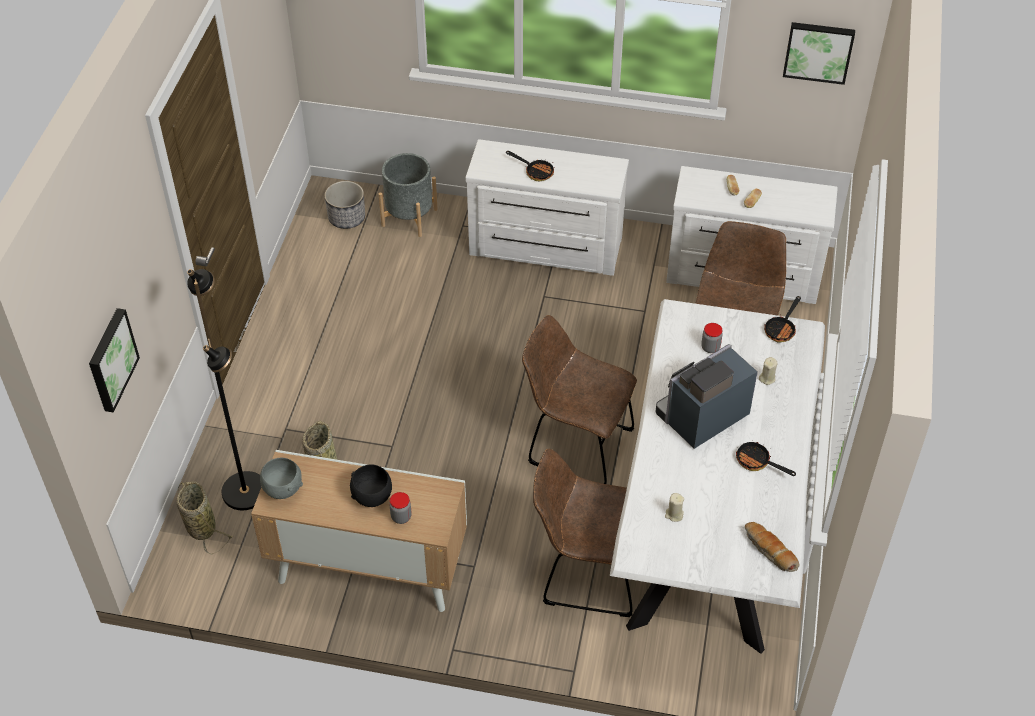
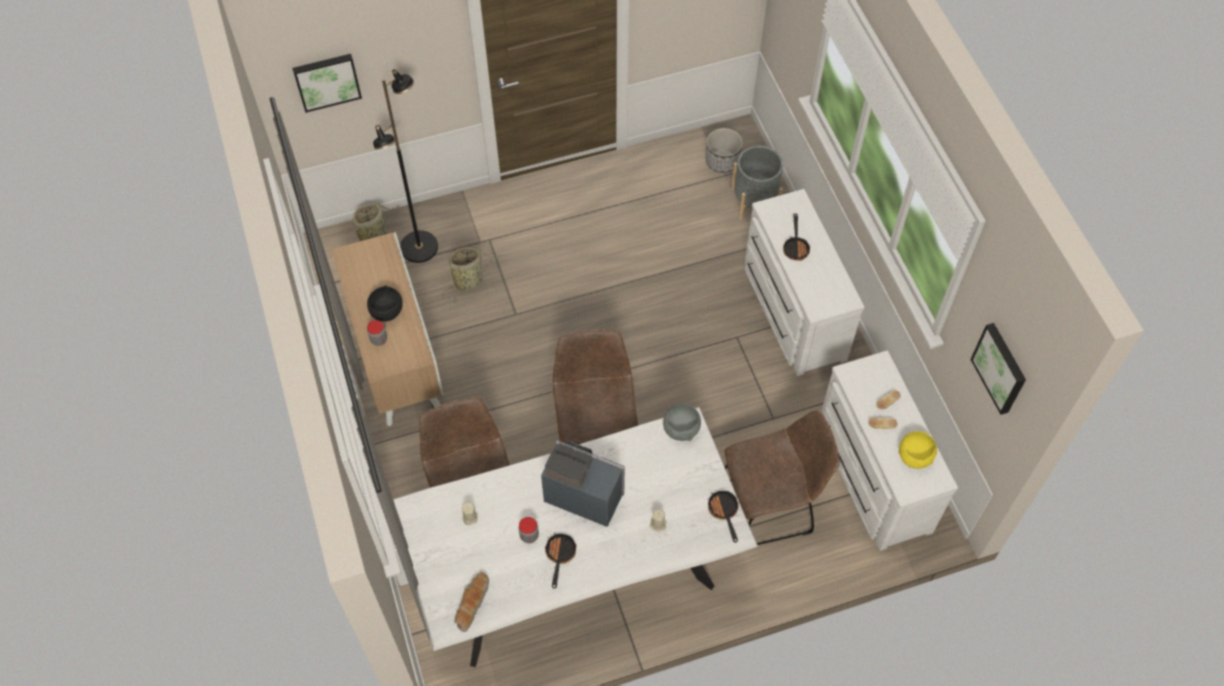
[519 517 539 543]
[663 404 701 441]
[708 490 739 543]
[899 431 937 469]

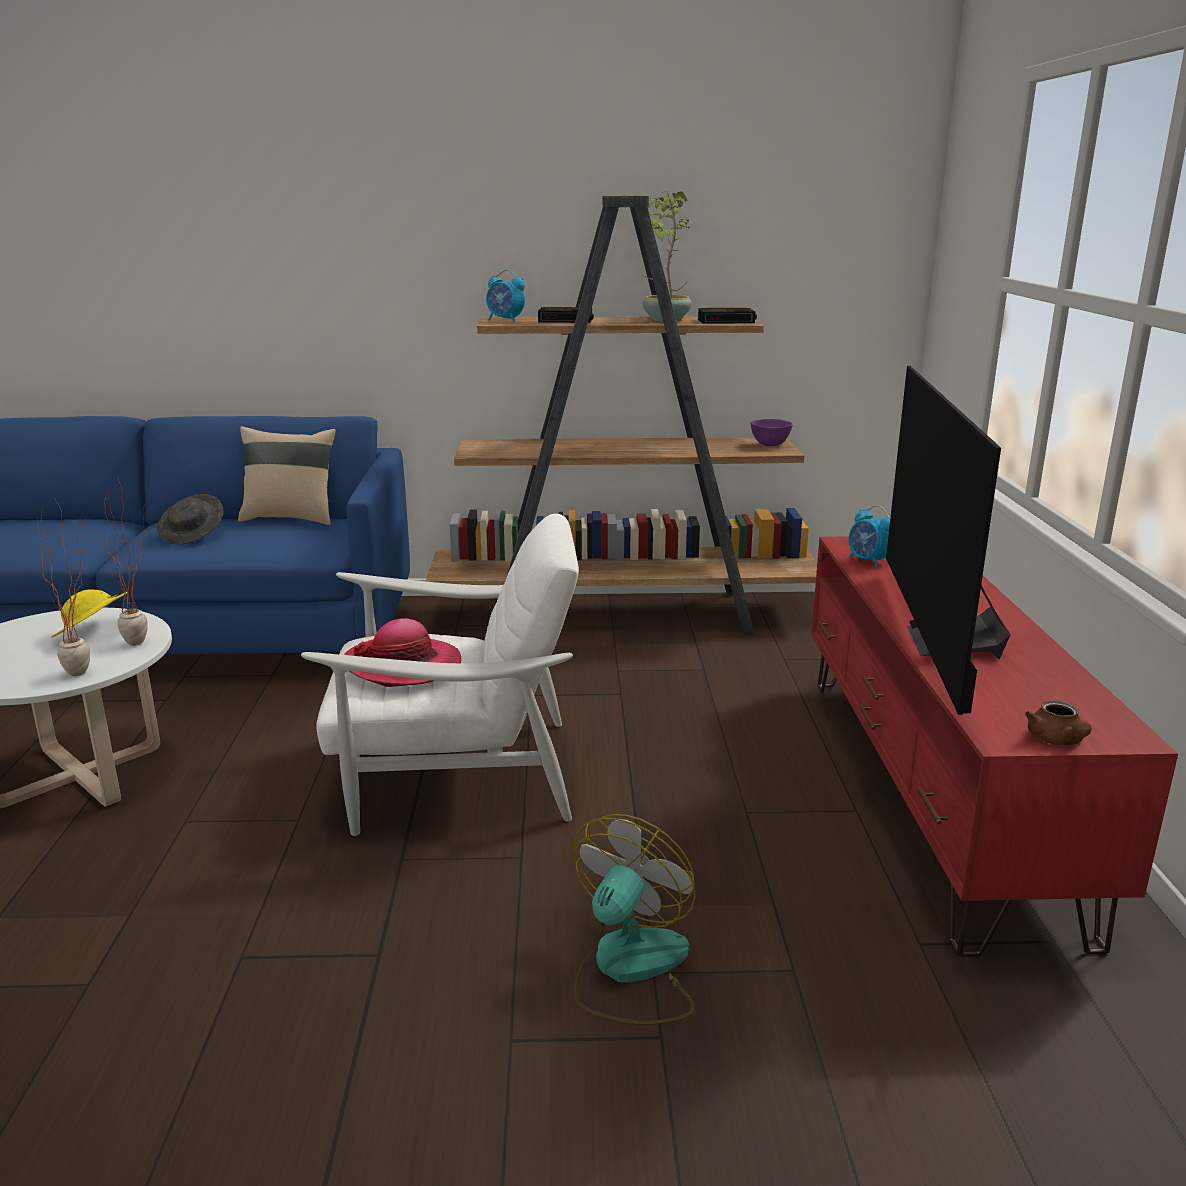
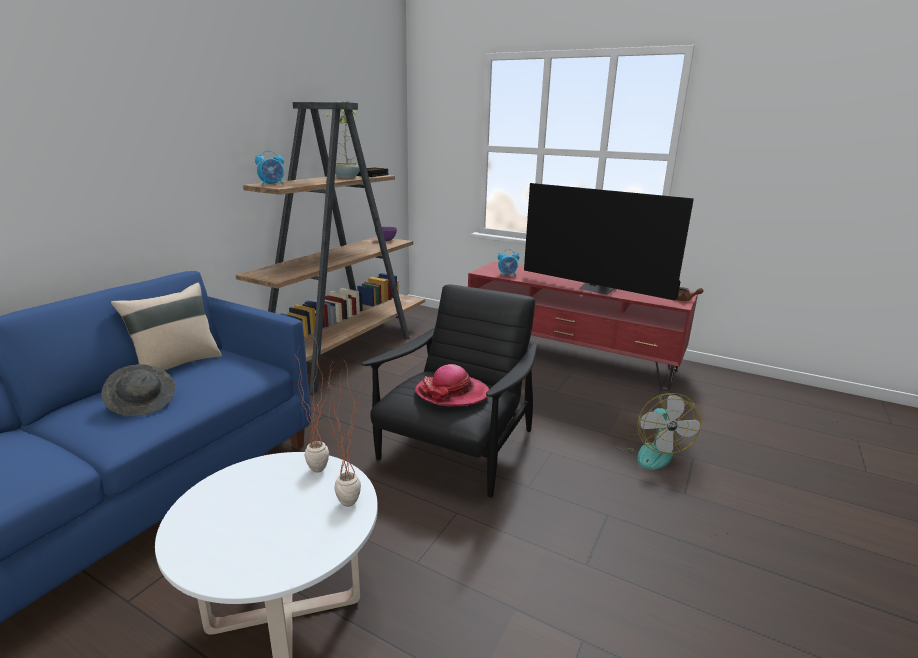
[361 284 537 497]
[613 393 701 470]
[51 589 127 638] (first image)
[538 307 594 323] (first image)

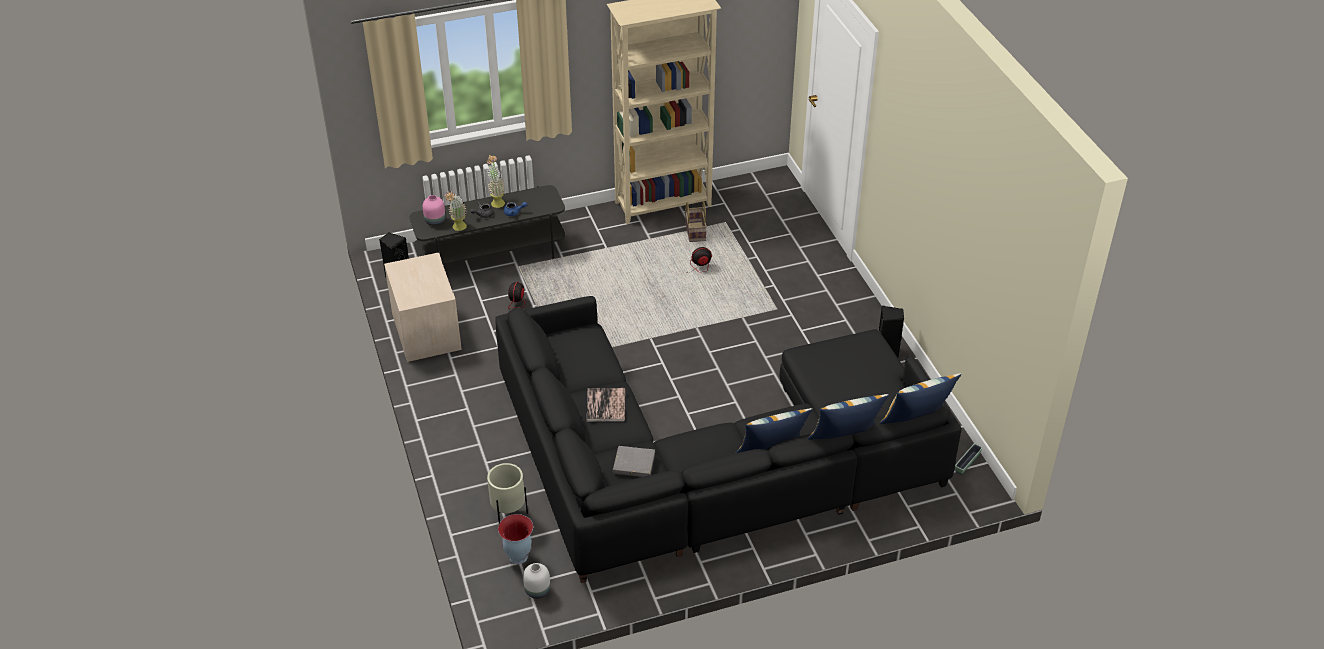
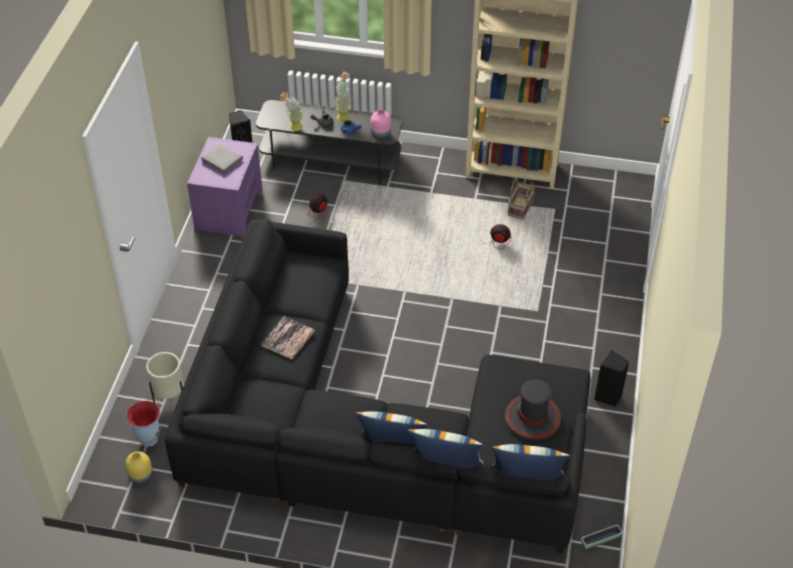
[125 451 153 484]
[187 137 263 236]
[201 143 243 173]
[370 109 391 139]
[505 379 561 440]

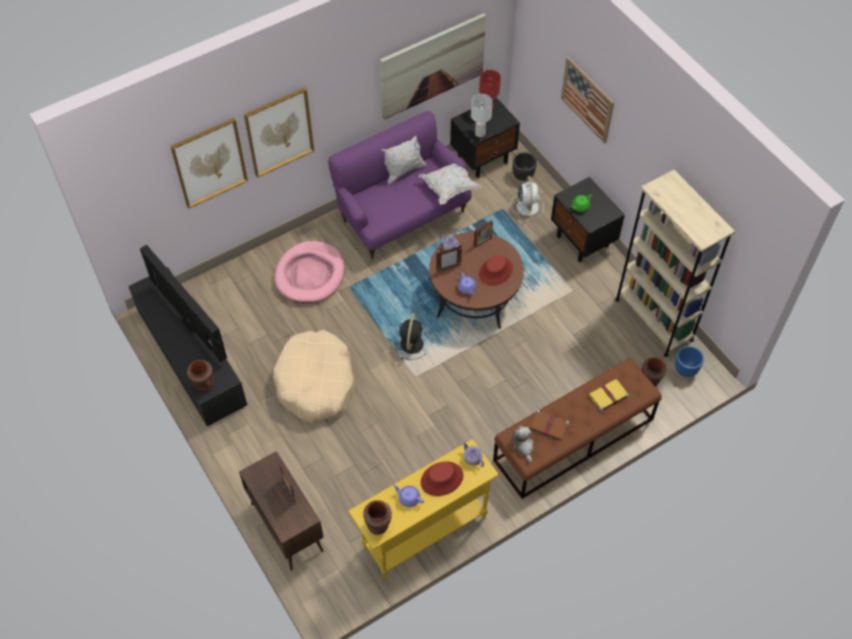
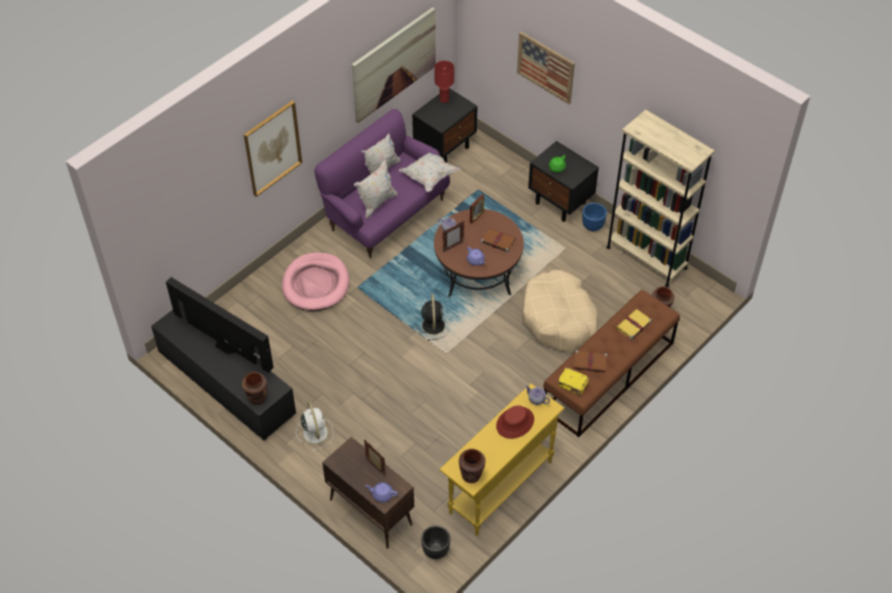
[296 401 334 451]
[354 159 398 219]
[365 482 398 502]
[421 525 450 559]
[480 228 516 253]
[522 270 598 352]
[558 367 589 396]
[582 203 607 231]
[170 118 248 209] (first image)
[471 94 493 137] (first image)

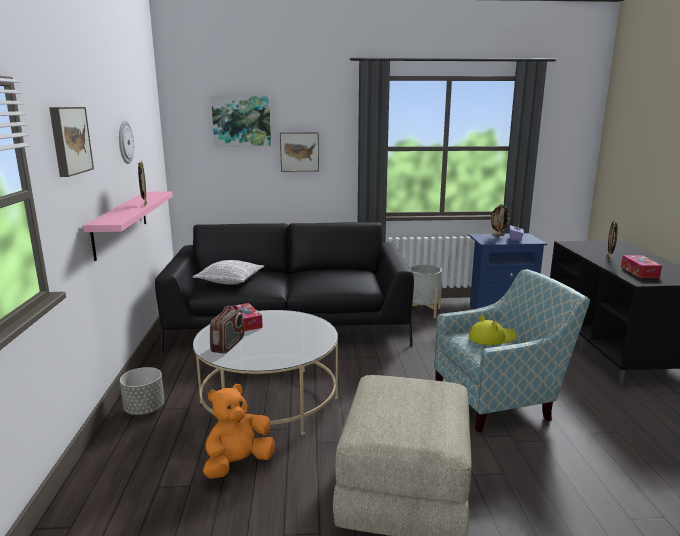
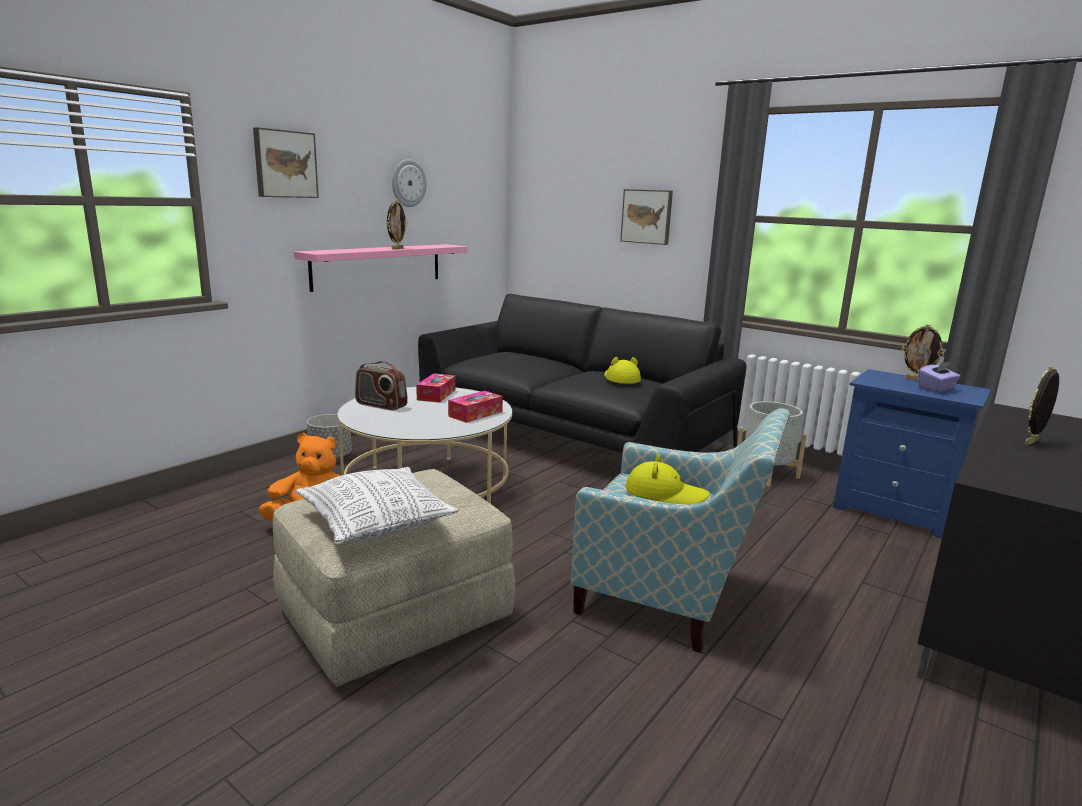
[296 467 458 544]
[355 361 408 411]
[448 391 503 423]
[604 357 641 384]
[211 96 271 147] (first image)

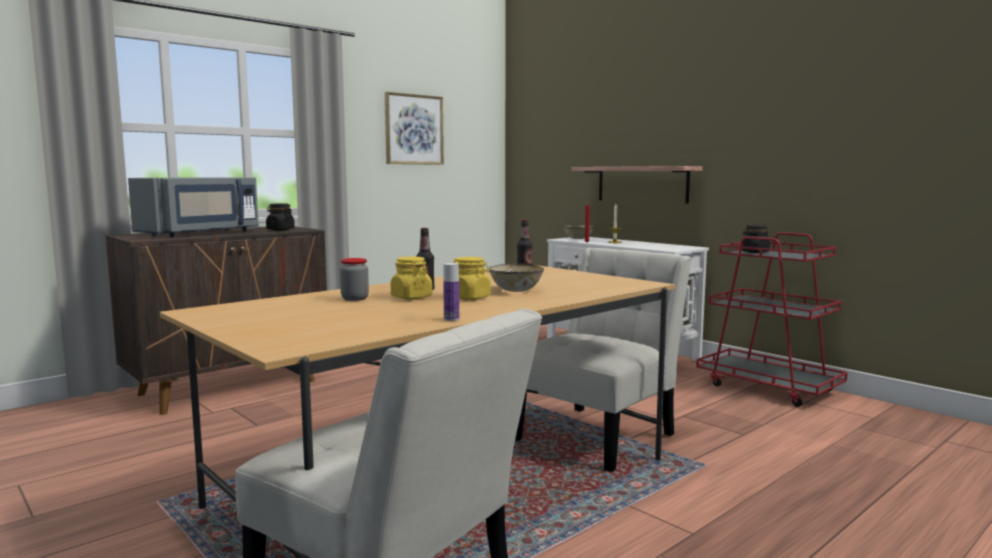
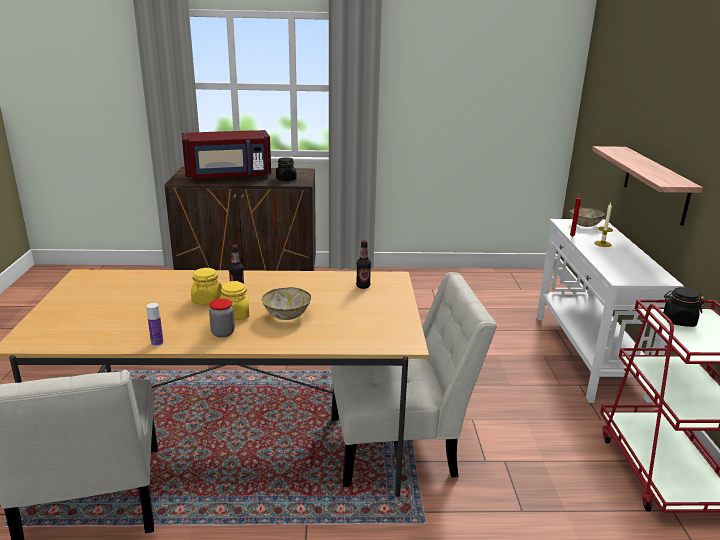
[182 130 271 181]
[209 298 235 338]
[385 92 444 165] (first image)

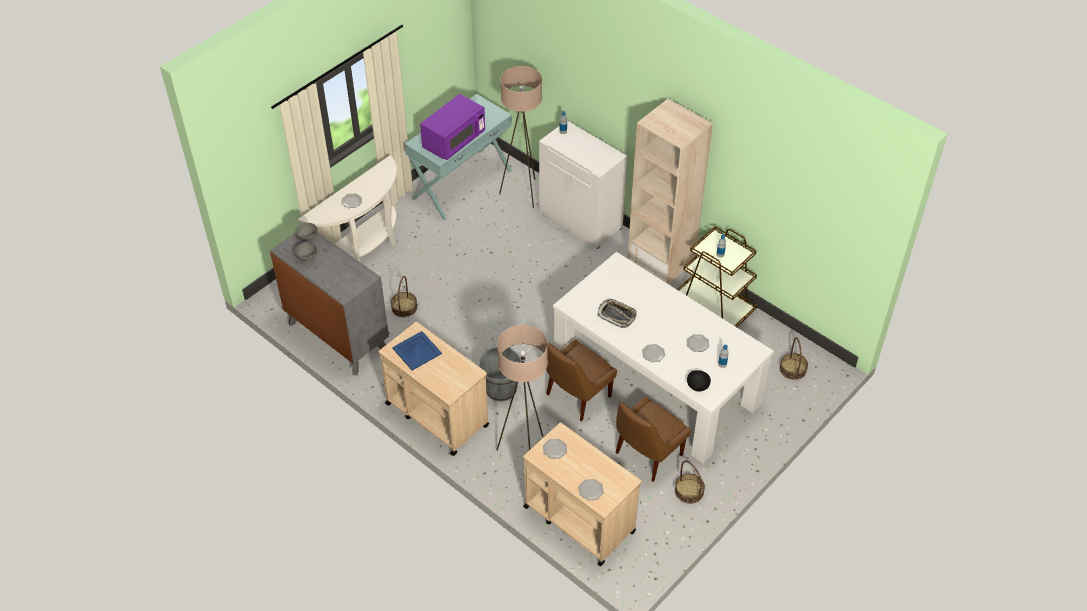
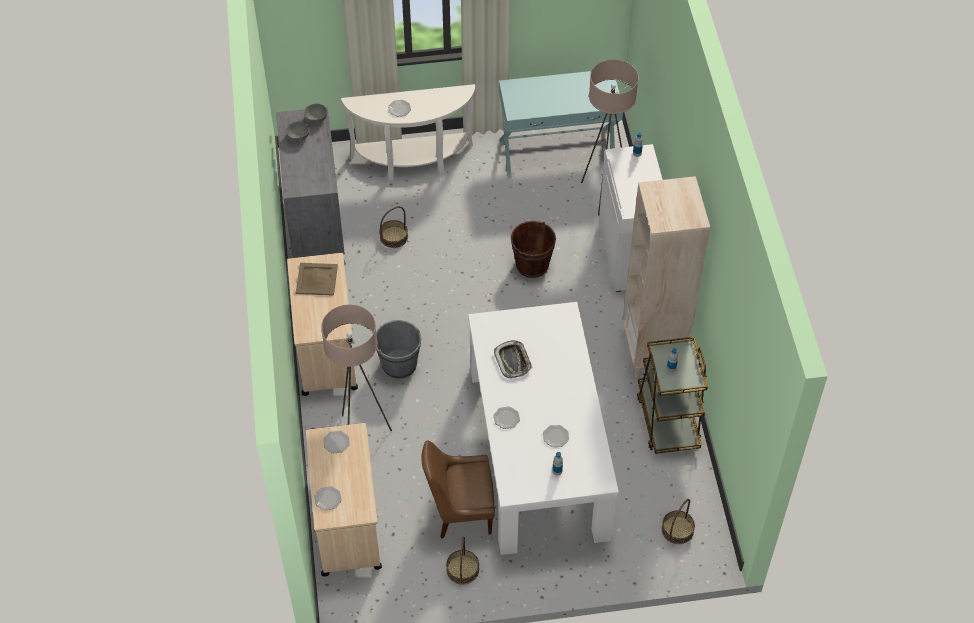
[296 263 338 296]
[511 221 556 278]
[420 94 485 160] (first image)
[546 340 617 421] (first image)
[687 370 711 391] (first image)

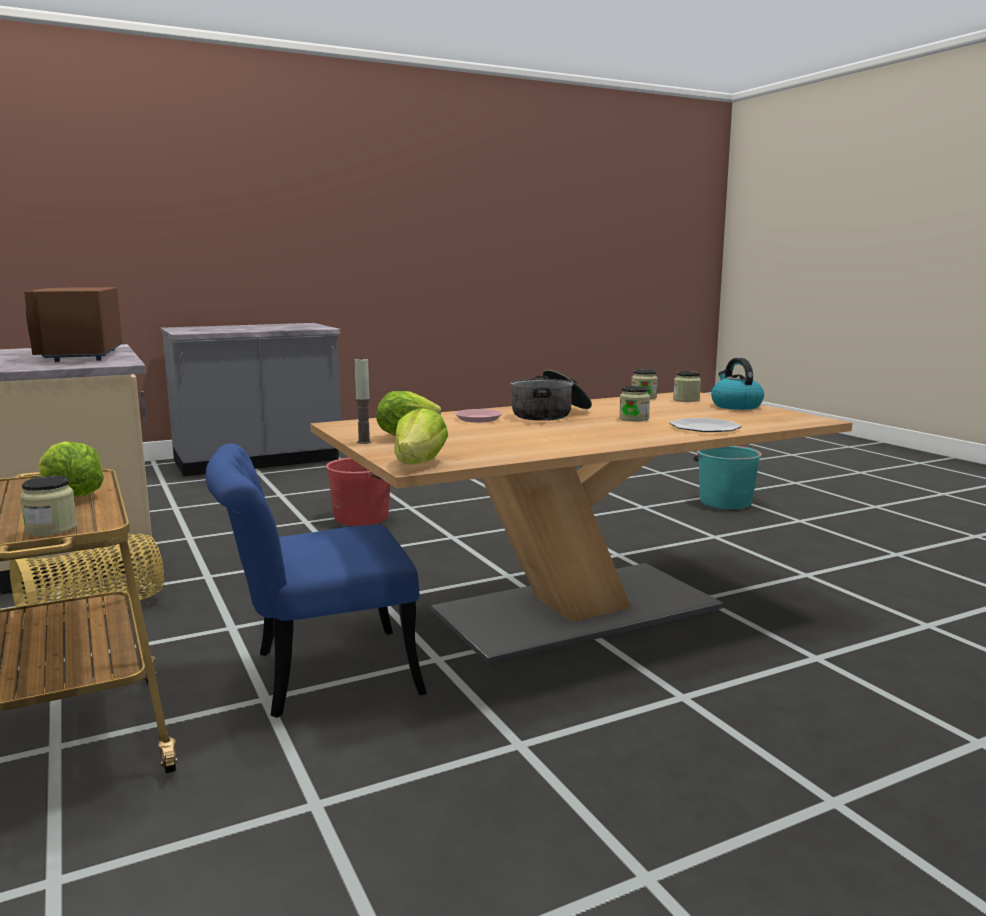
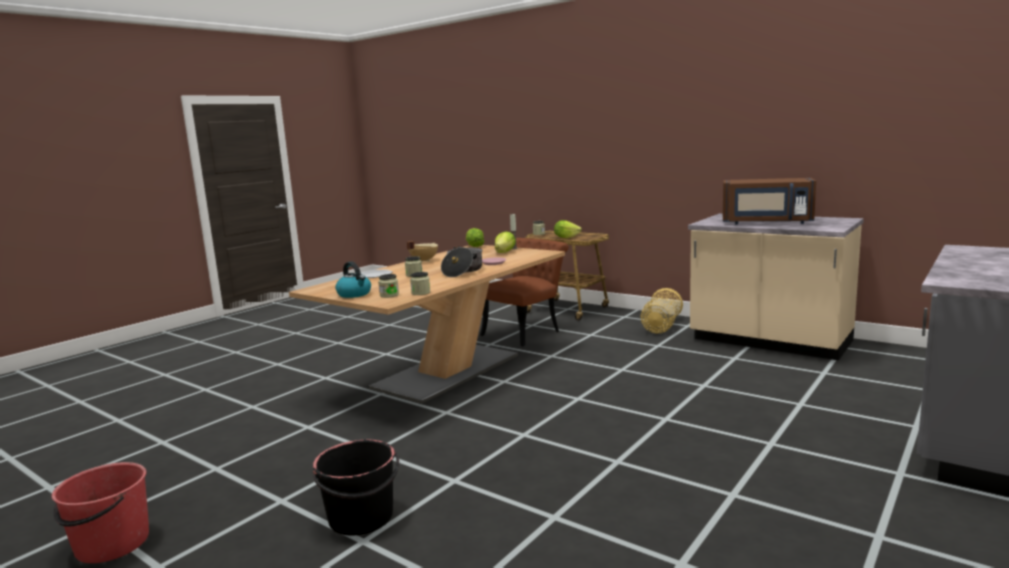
[52 462 149 563]
[313 440 399 535]
[407 241 438 262]
[480 238 569 347]
[723 178 816 224]

